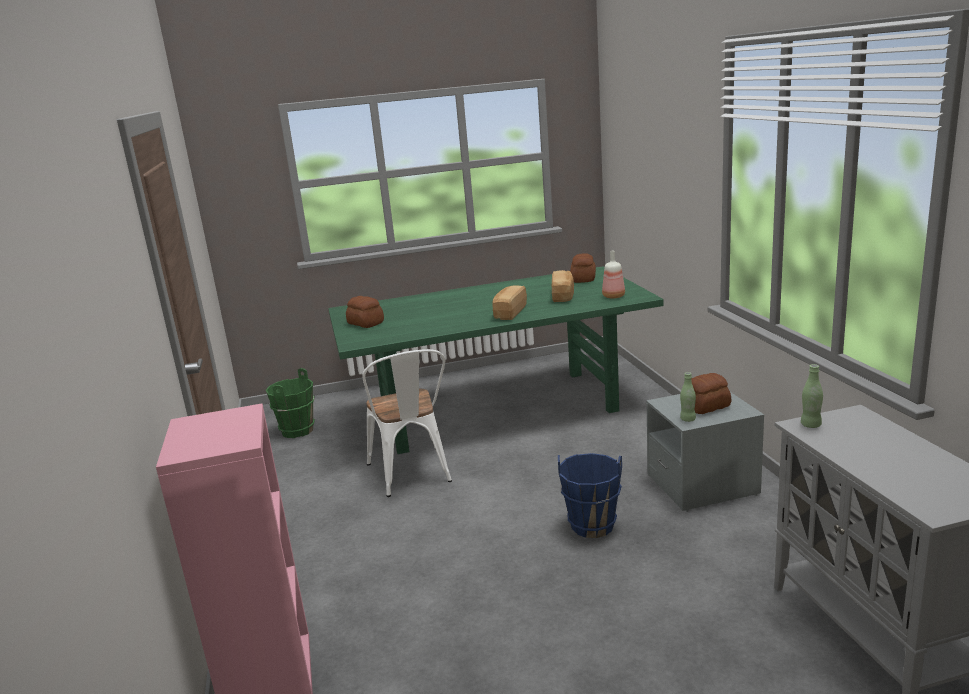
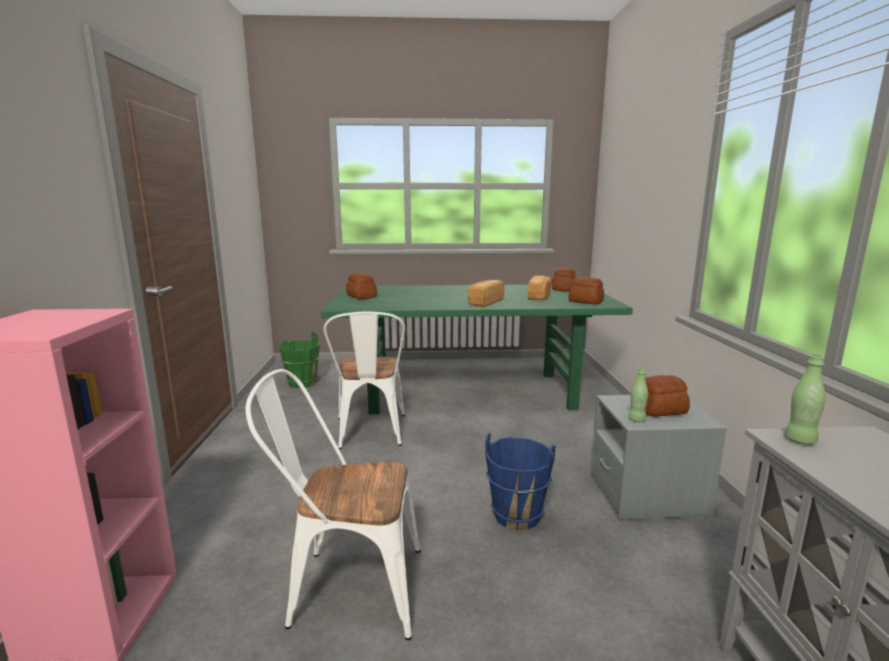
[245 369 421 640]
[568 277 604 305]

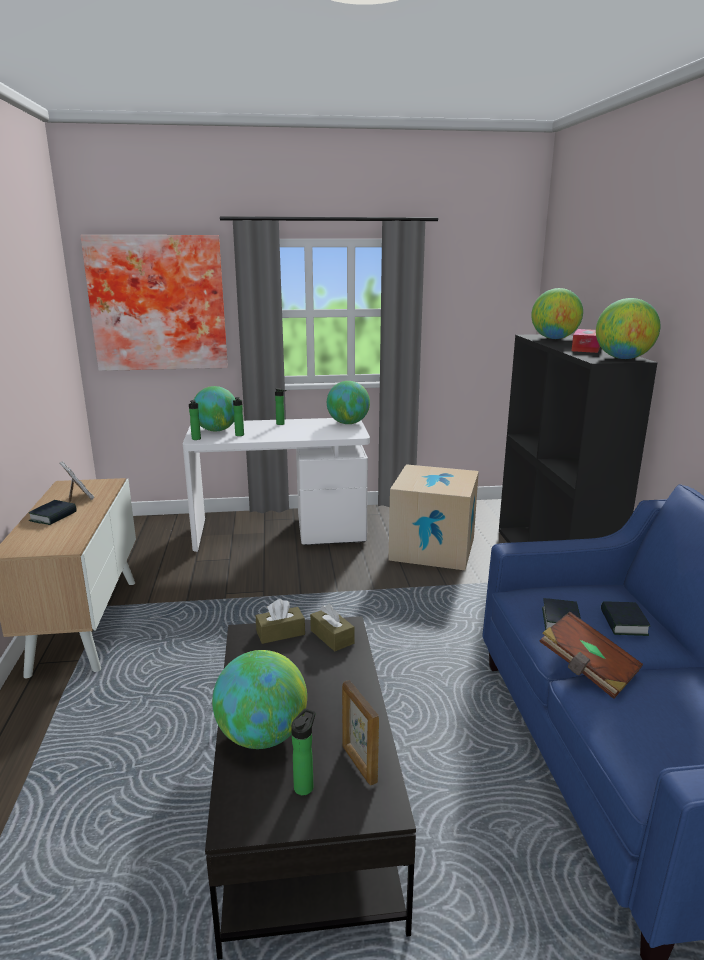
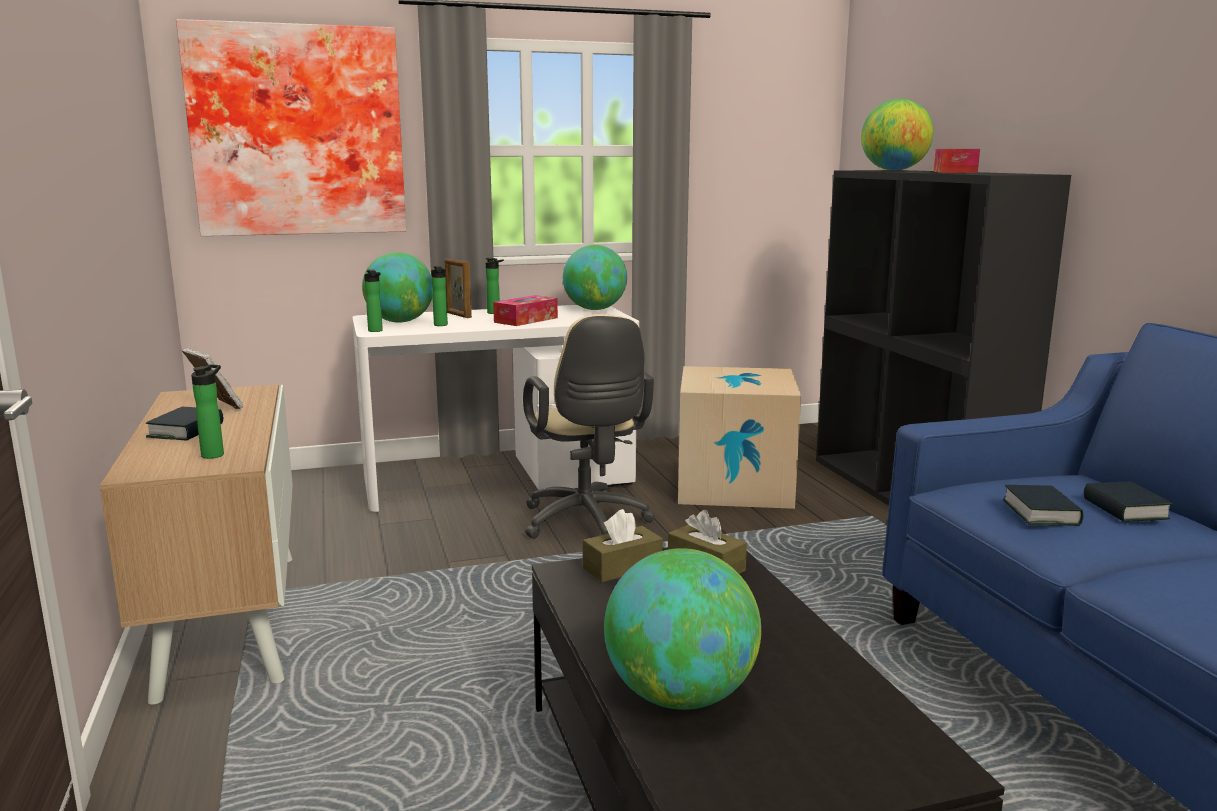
[191 364 224 459]
[445 258 472 318]
[493 295 558 326]
[523 314 655 539]
[539 612 643 699] (first image)
[596 298 660 359] (first image)

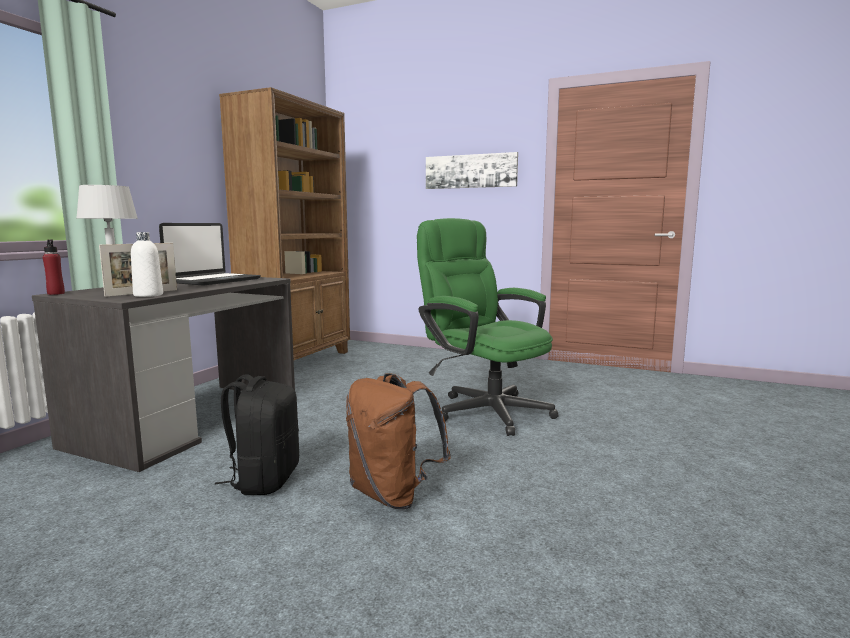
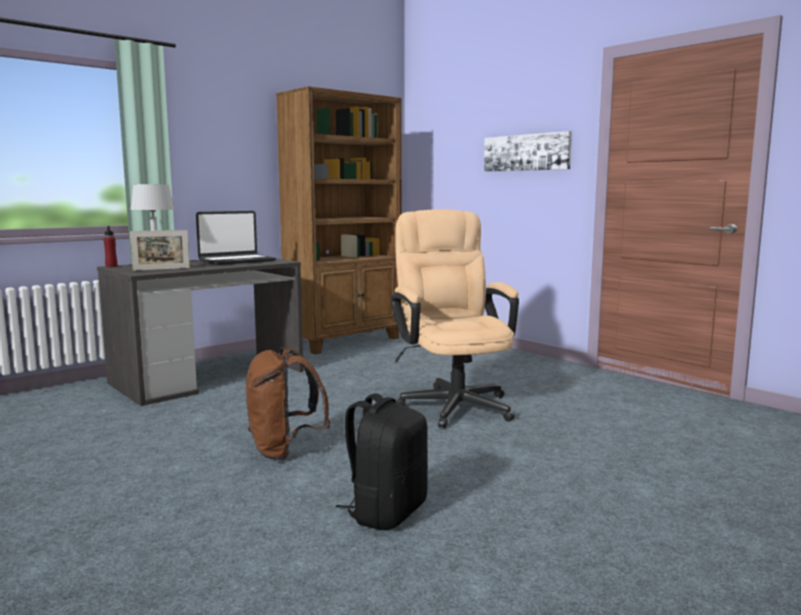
[336 393 428 530]
[390 209 519 428]
[131 232 163 297] (first image)

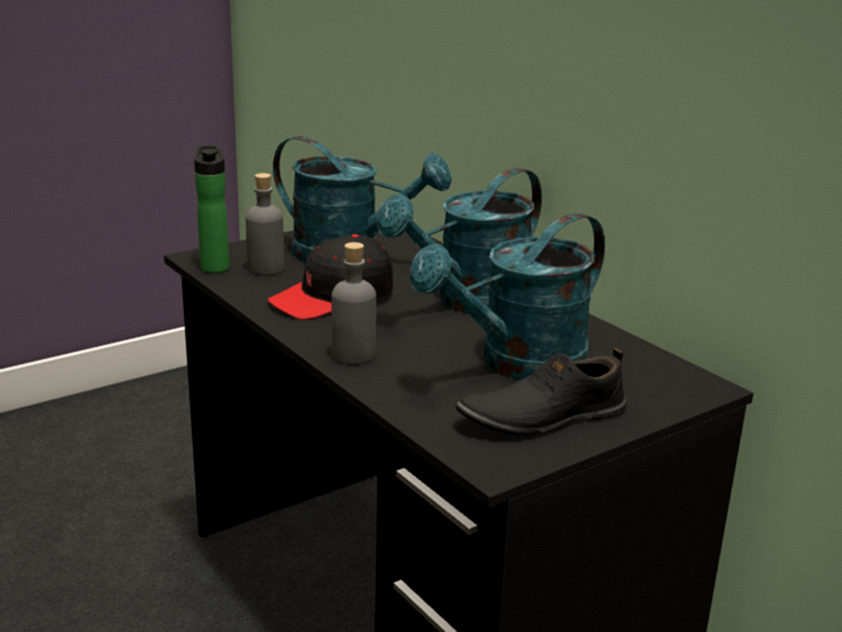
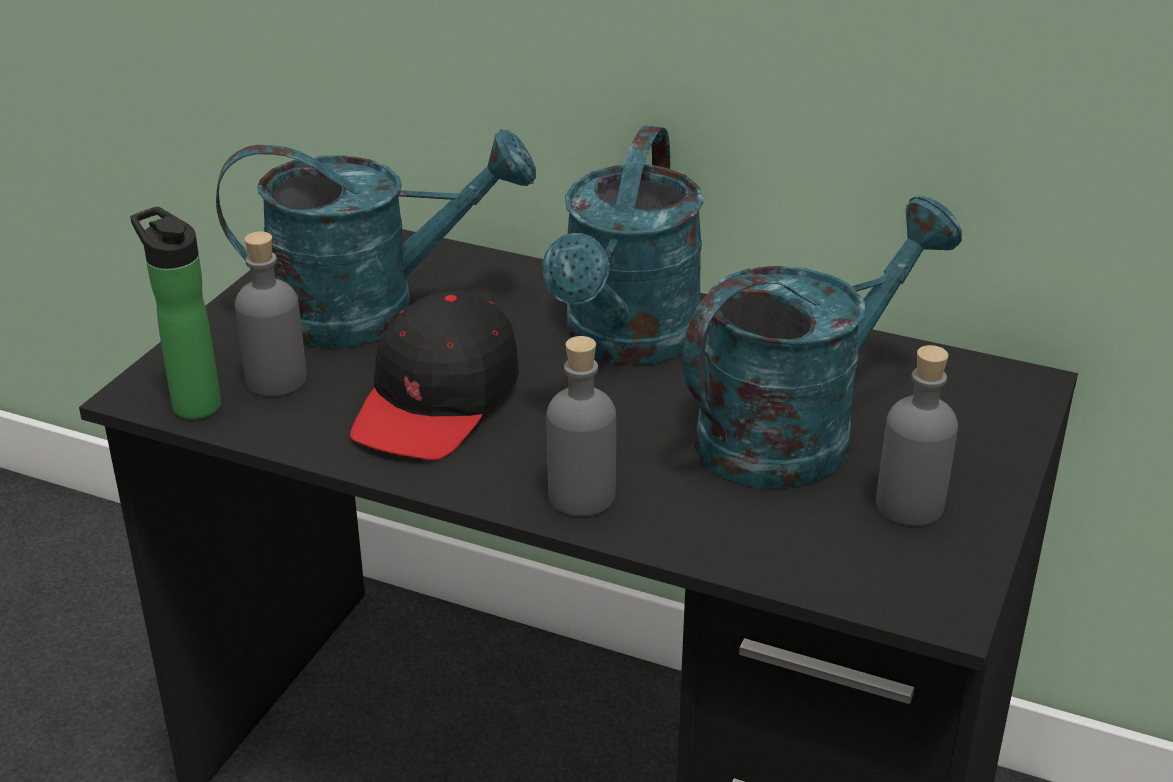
[683 196 962 489]
[876 345 958 526]

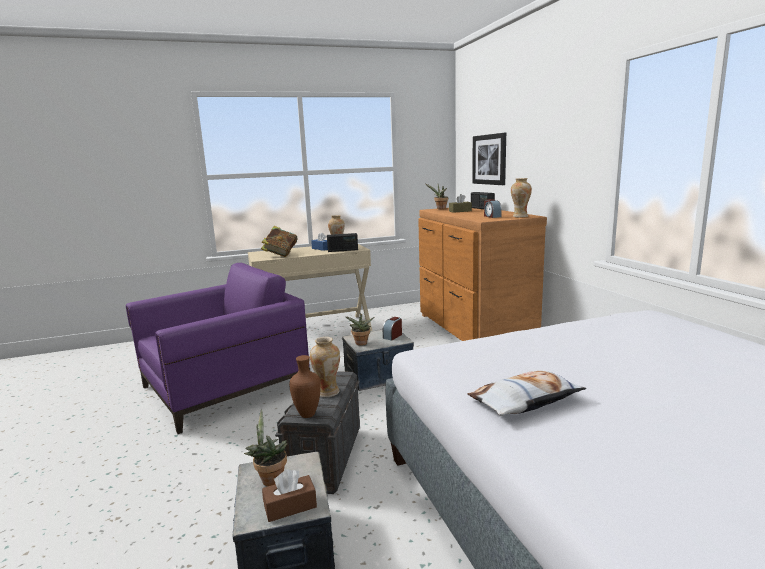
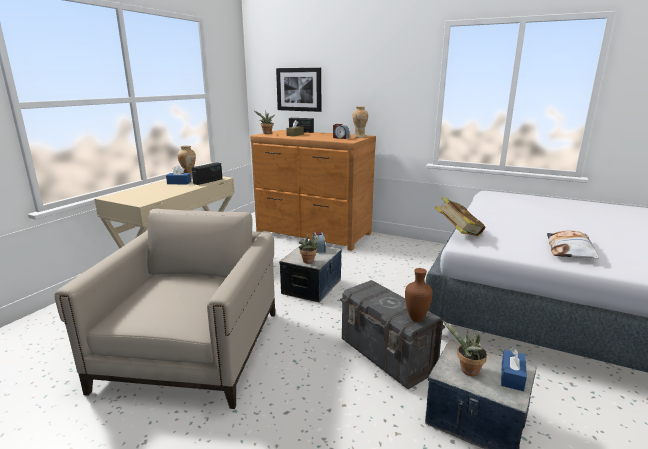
[54 209 275 409]
[435 197 485 236]
[501 347 527 391]
[310 337 340 397] (first image)

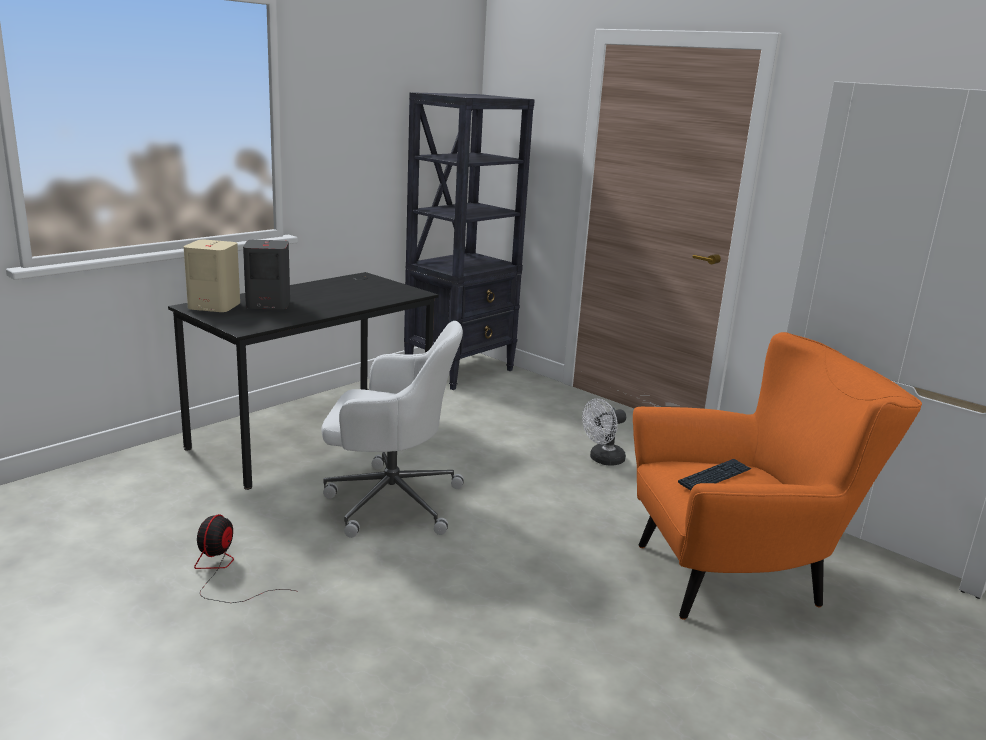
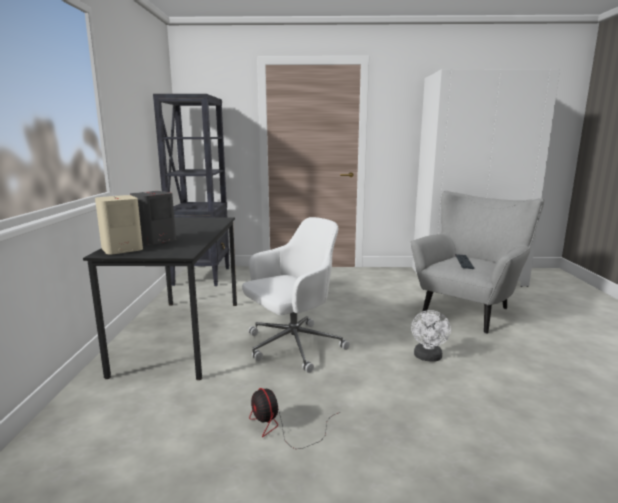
[410 191 545 334]
[411 310 451 362]

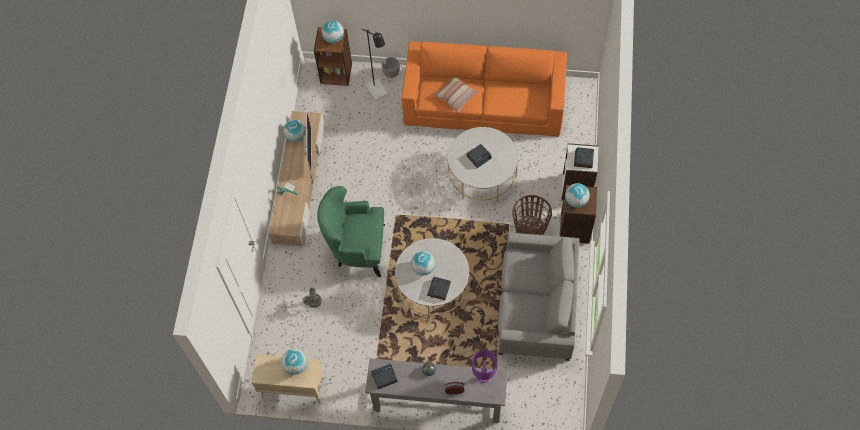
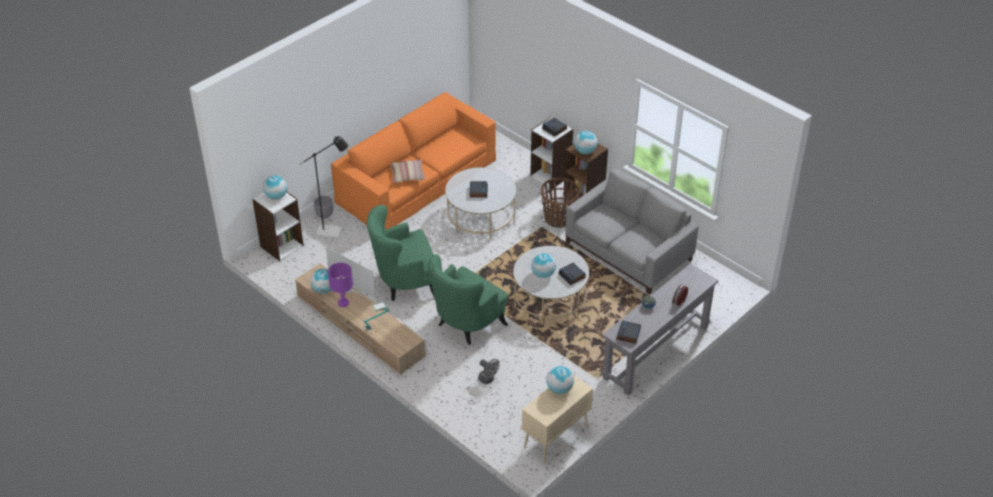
[252 192 304 261]
[328 263 353 307]
[367 205 434 301]

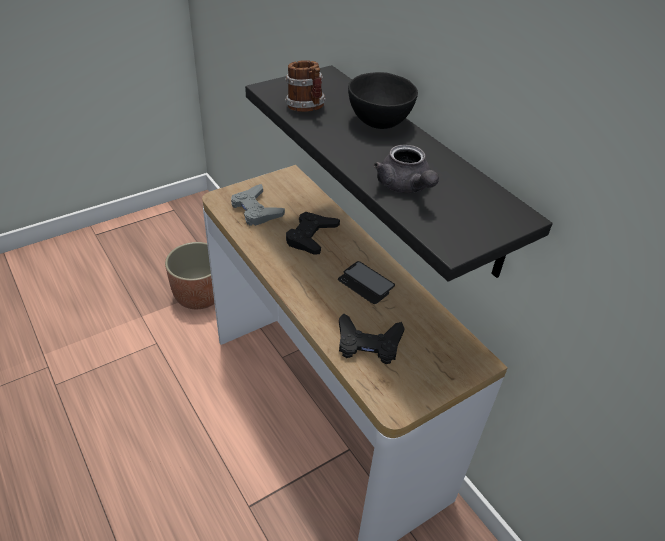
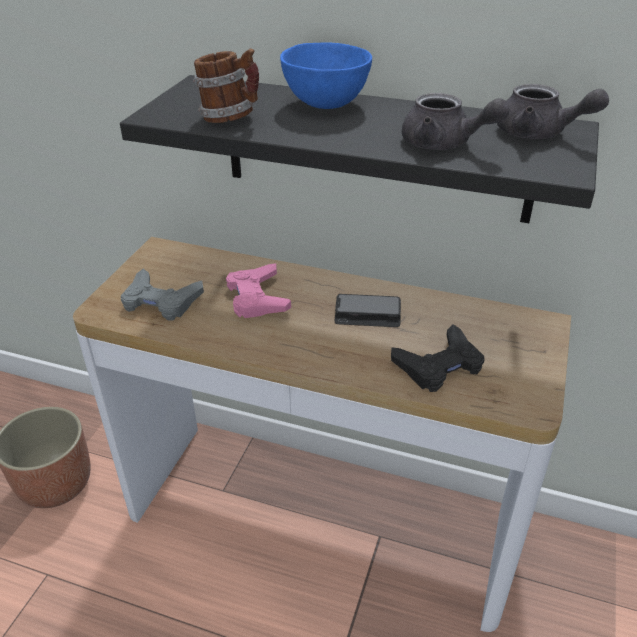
[226 263 291 318]
[280 42 372 109]
[497 84 609 139]

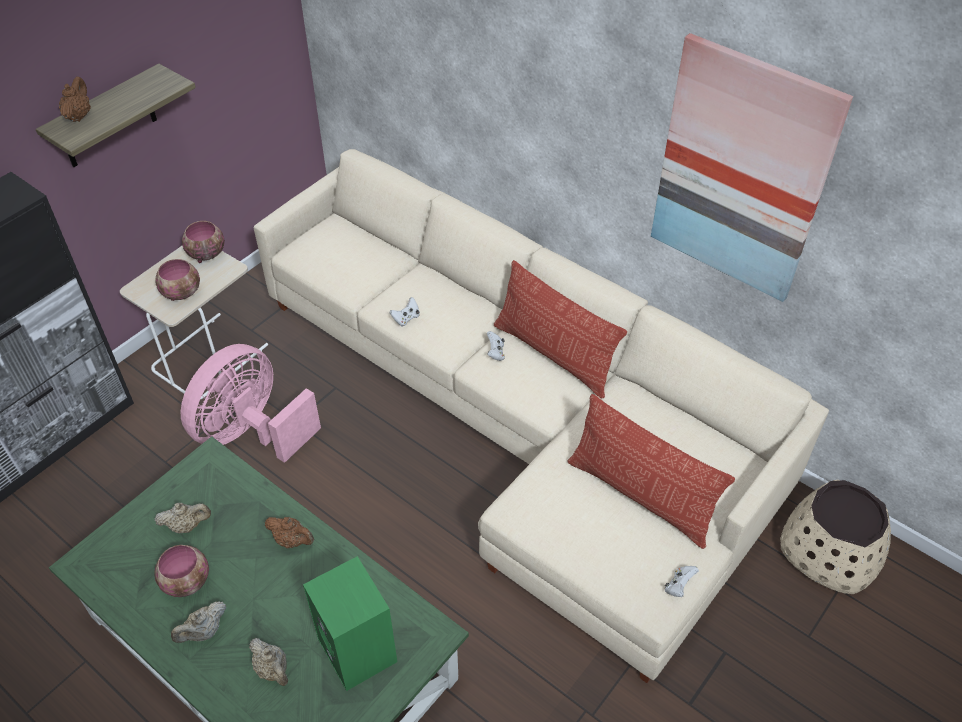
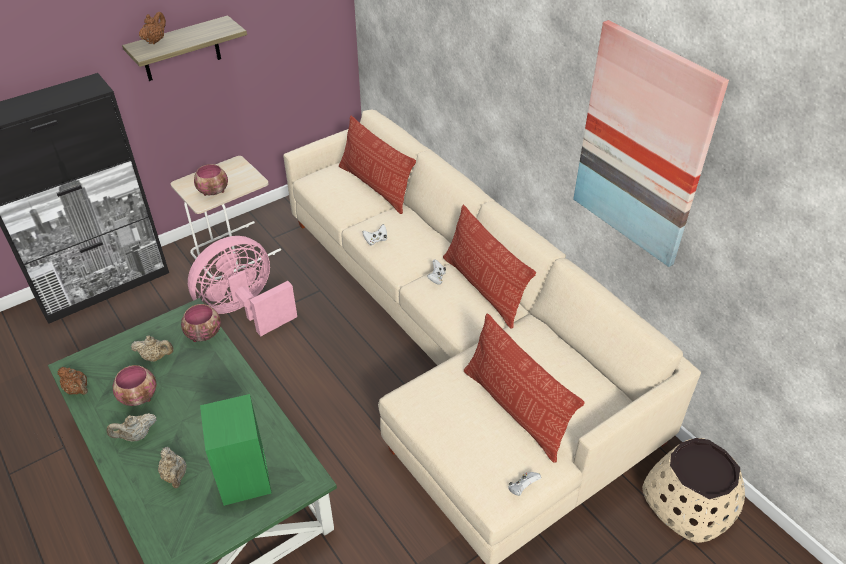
[58 367 88 395]
[181 304 221 342]
[339 116 416 214]

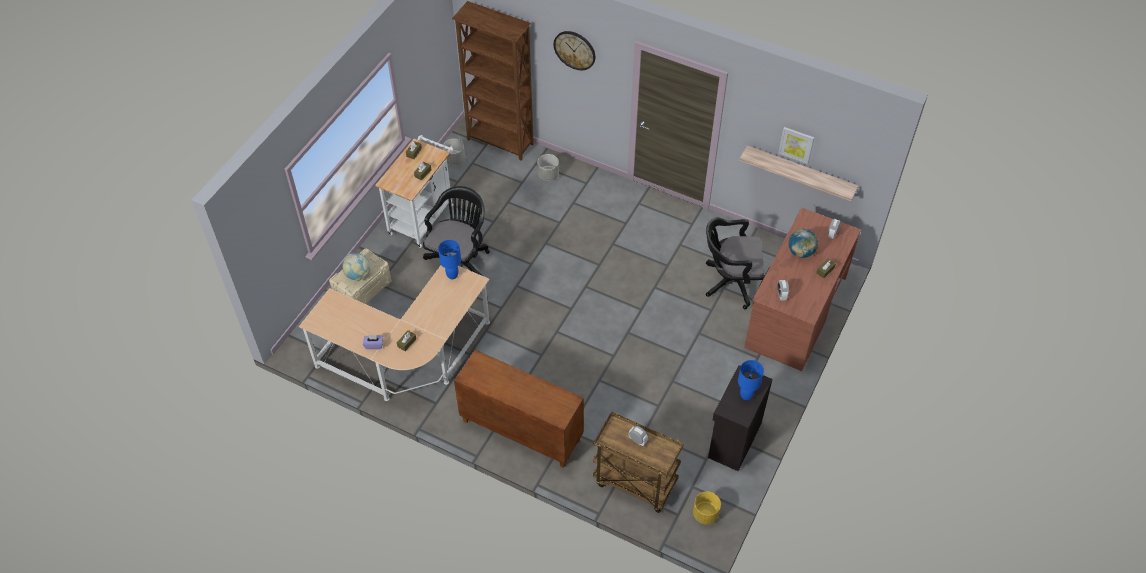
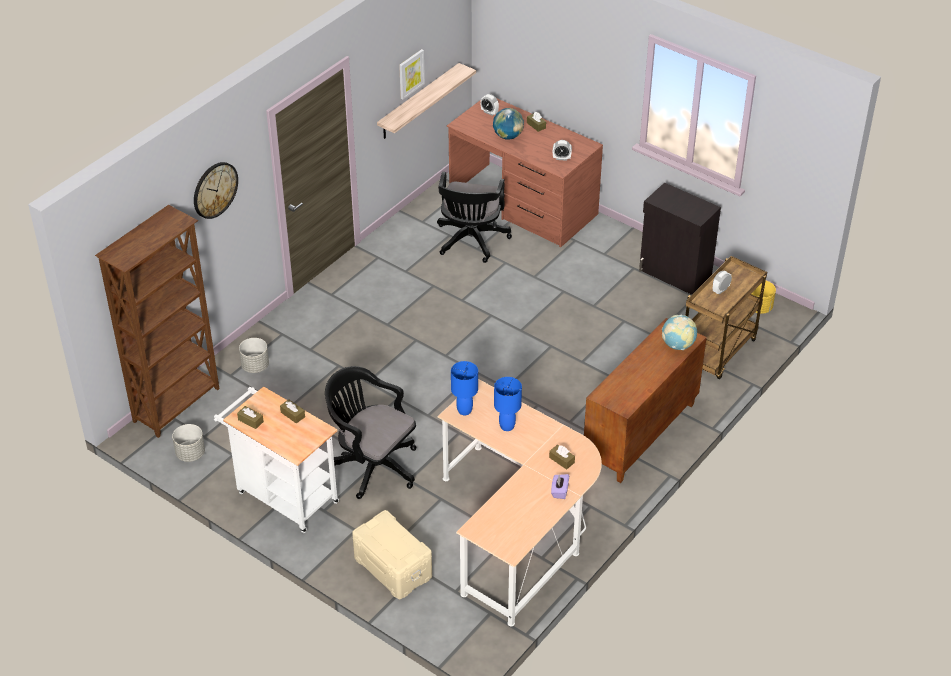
[494 377 522 431]
[662 315 697 350]

